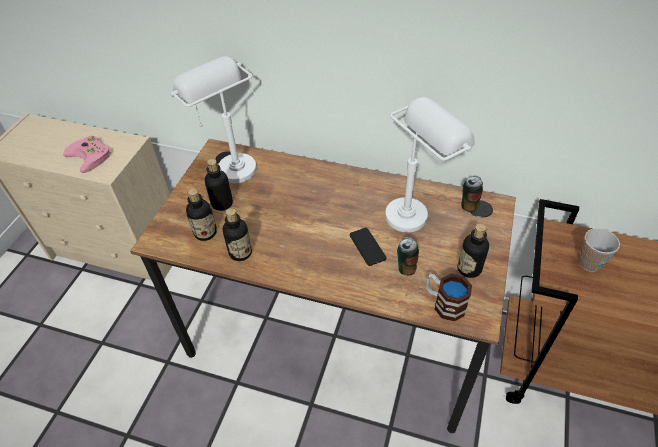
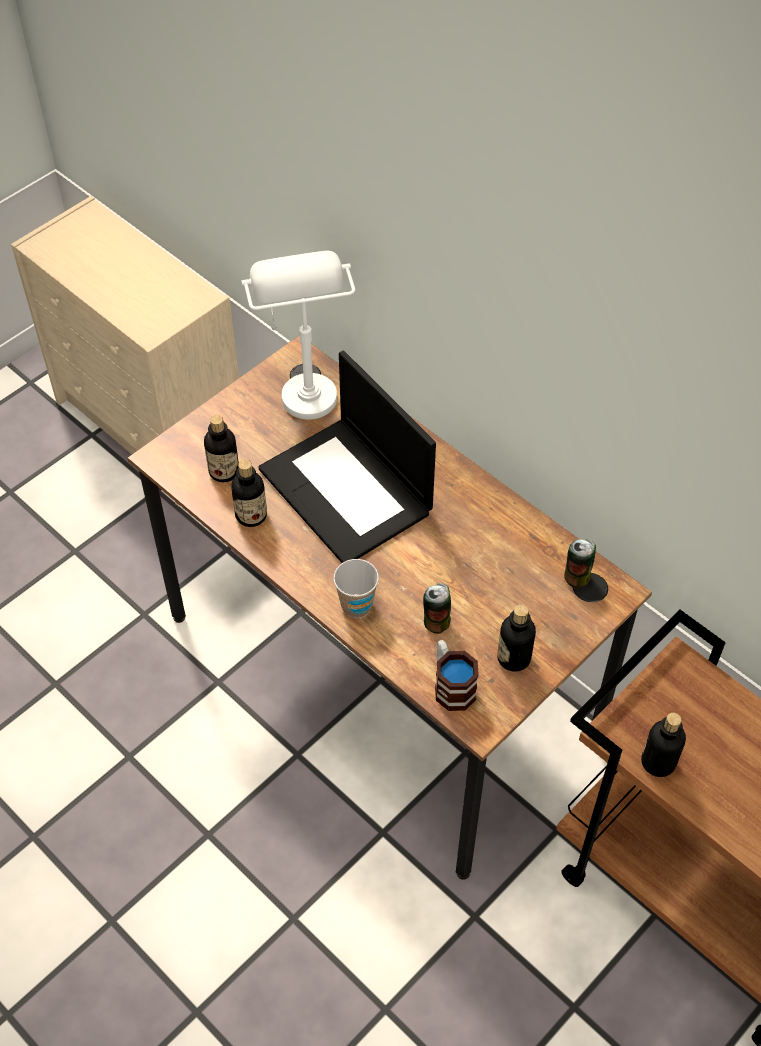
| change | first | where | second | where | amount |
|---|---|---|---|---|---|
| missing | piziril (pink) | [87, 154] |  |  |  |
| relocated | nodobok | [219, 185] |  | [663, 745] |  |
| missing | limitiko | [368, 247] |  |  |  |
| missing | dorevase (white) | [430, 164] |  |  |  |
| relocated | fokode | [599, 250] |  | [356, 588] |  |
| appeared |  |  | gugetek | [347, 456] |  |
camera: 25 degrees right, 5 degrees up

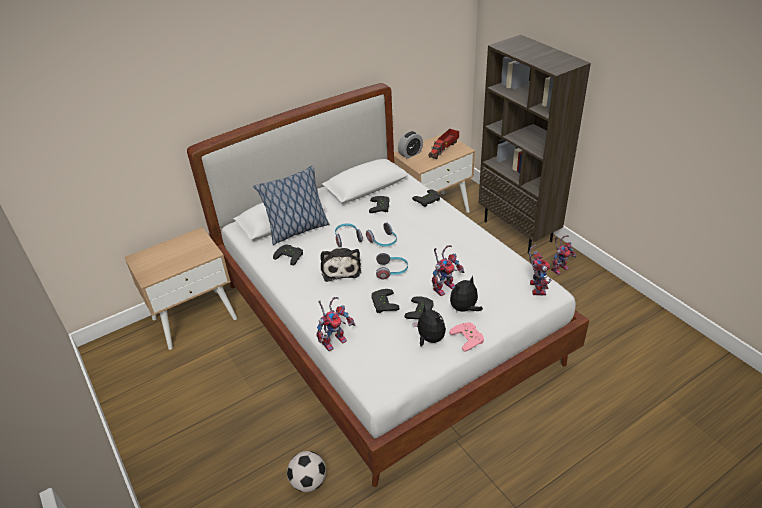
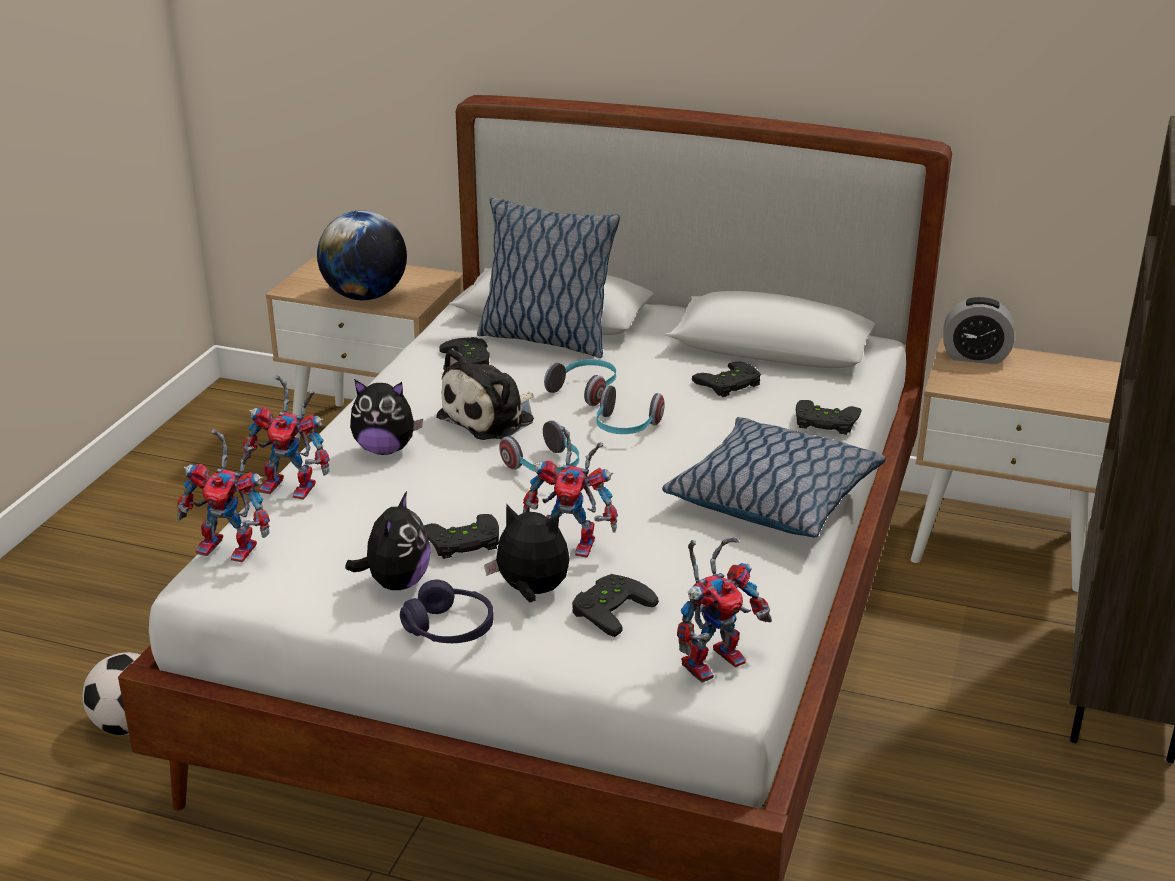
| change | first | where | second | where | amount |
|---|---|---|---|---|---|
| relocated | piziril (black) | [385, 301] |  | [615, 605] |  |
| missing | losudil | [443, 144] |  |  |  |
| exchanged | piziril (pink) | [466, 337] | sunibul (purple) | [447, 611] |  |
| relocated | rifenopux | [563, 255] |  | [223, 495] |  |
| appeared |  |  | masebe | [362, 255] |  |
| appeared |  |  | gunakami | [386, 417] |  |
| appeared |  |  | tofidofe | [774, 477] |  |
camera: 50 degrees right, 10 degrees down

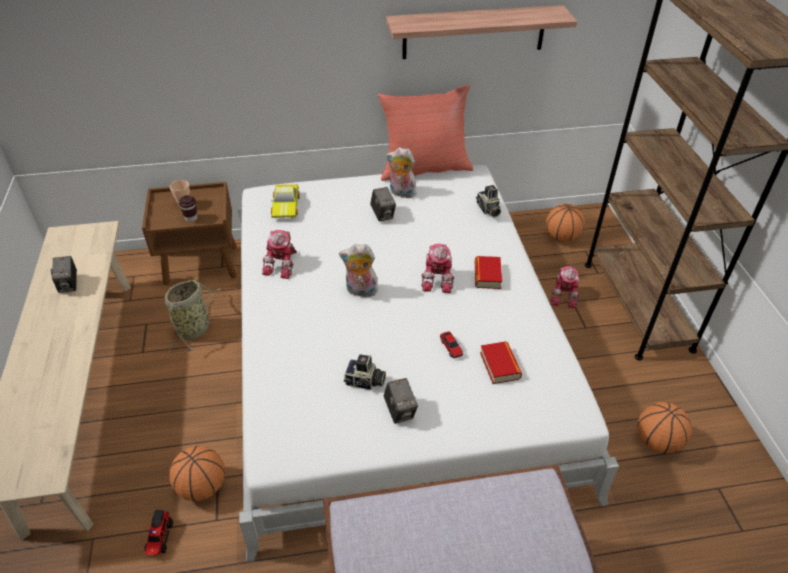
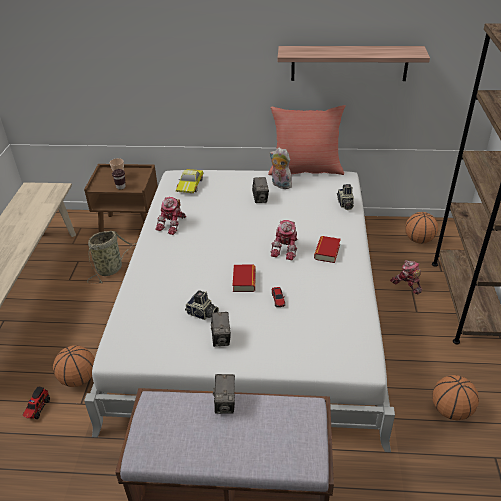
| change | first | where | second | where | amount |
|---|---|---|---|---|---|
| relocated | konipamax | [63, 274] |  | [224, 394] |  |
| missing | gunakami | [359, 270] |  |  |  |
| relocated | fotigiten | [501, 362] |  | [244, 278] |  |
| spun | rifenopux | [565, 287] |  | [406, 277] | 120 degrees clockwise |
camera: 15 degrees right, 5 degrees down

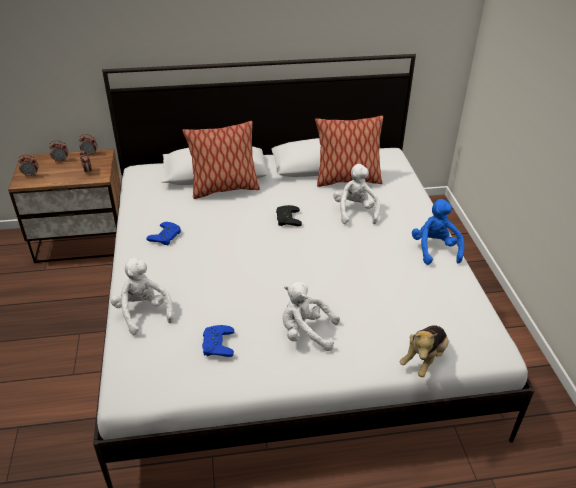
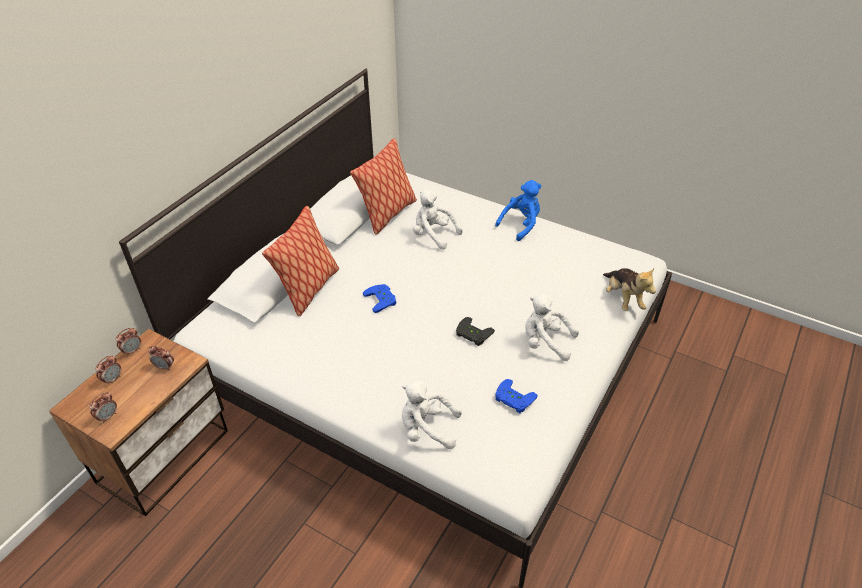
| change | first | where | second | where | amount |
|---|---|---|---|---|---|
| relocated | piziril (blue) | [163, 234] |  | [379, 298] |  |
| relocated | piziril (black) | [289, 215] |  | [475, 331] |  |
| spun | gunakami (white) | [311, 316] |  | [552, 327] | 60 degrees clockwise |
| spun | gunakami (blue) | [438, 232] |  | [518, 210] | 105 degrees clockwise |
camera: 50 degrees left, 5 degrees up

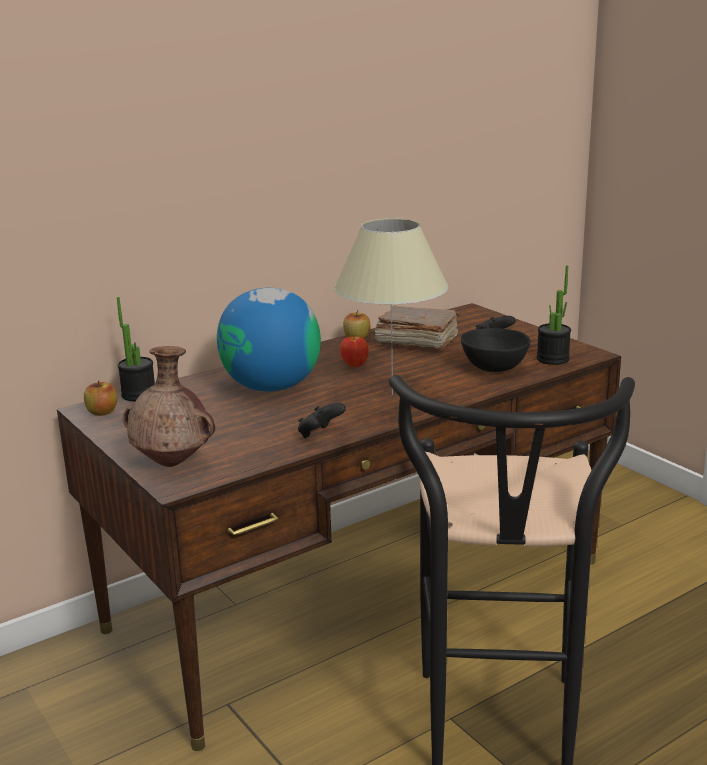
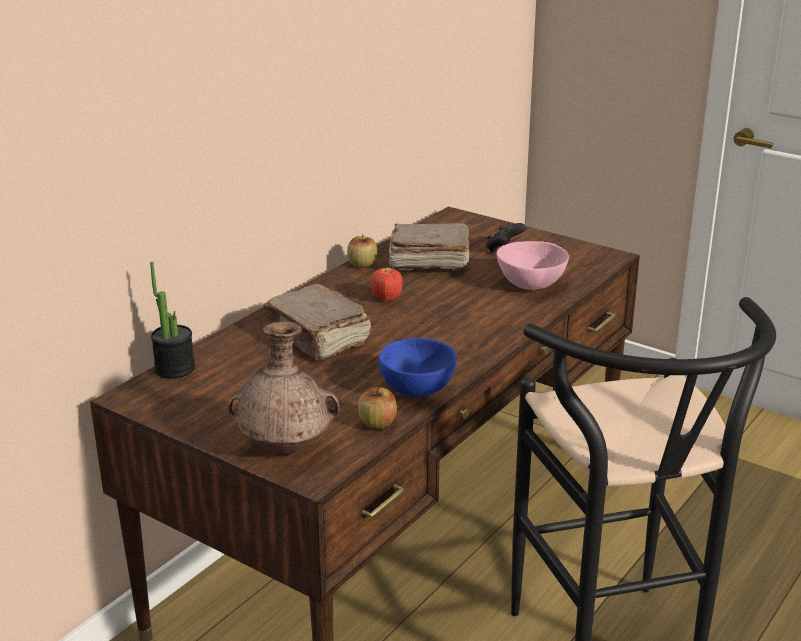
| change | first | where | second | where | amount |
|---|---|---|---|---|---|
| relocated | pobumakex | [100, 398] |  | [377, 408] |  |
| exchanged | masebe | [269, 339] | fotigiten (brown) | [317, 322] |  |
| exchanged | piziril (black) | [322, 420] | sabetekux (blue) | [418, 367] |  |
| missing | dorevase (beige) | [391, 306] |  |  |  |
| colour | sabetekux (black) | [496, 350] | sabetekux (pink) | [533, 265] |  |
| missing | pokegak | [553, 315] |  |  |  |
camera: 20 degrees left, 5 degrees up

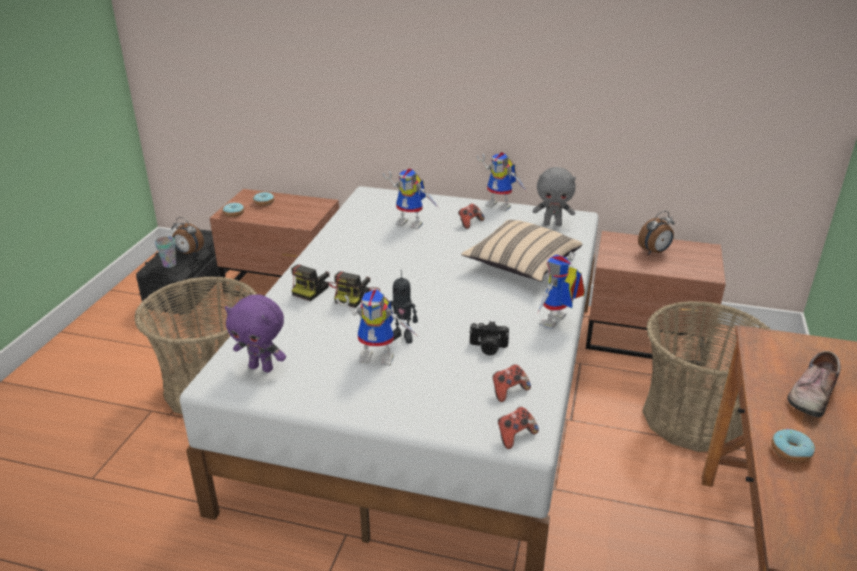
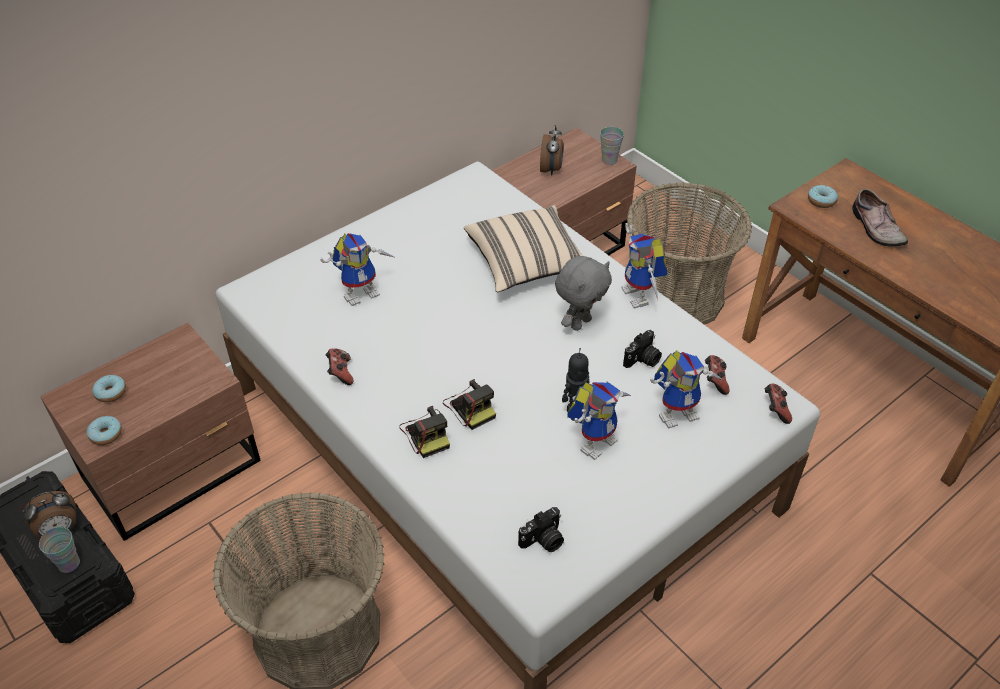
| change | first | where | second | where | amount |
|---|---|---|---|---|---|
| exchanged | gunakami (purple) | [255, 333] | konipamax | [541, 529] |  |
| relocated | piziril | [471, 216] |  | [339, 366] |  |
| relocated | rifenopux | [502, 181] |  | [687, 389] |  |
| relocated | gunakami (grey) | [554, 196] |  | [583, 293] |  |
| relocated | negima | [793, 445] |  | [823, 196] |  |
| appeared |  |  | fokode | [612, 146] |  |
camera: 55 degrees left, 15 degrees up

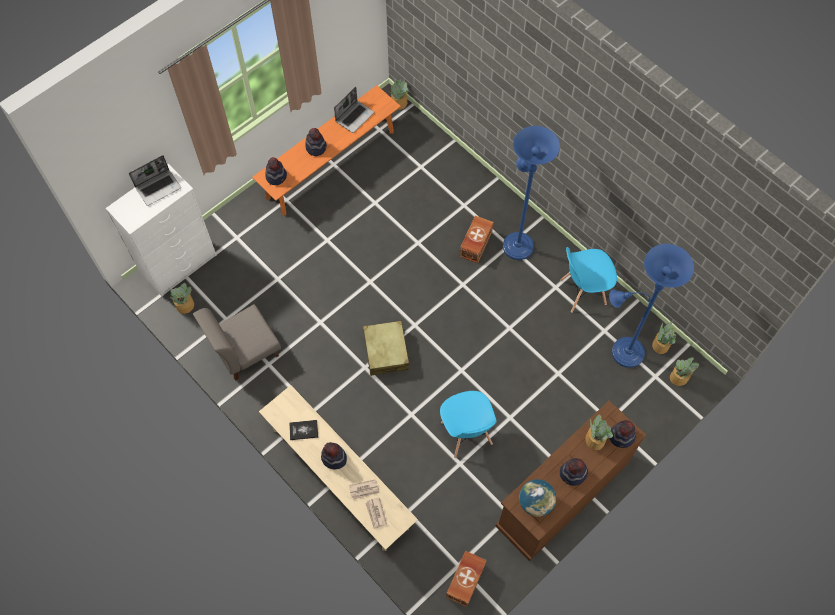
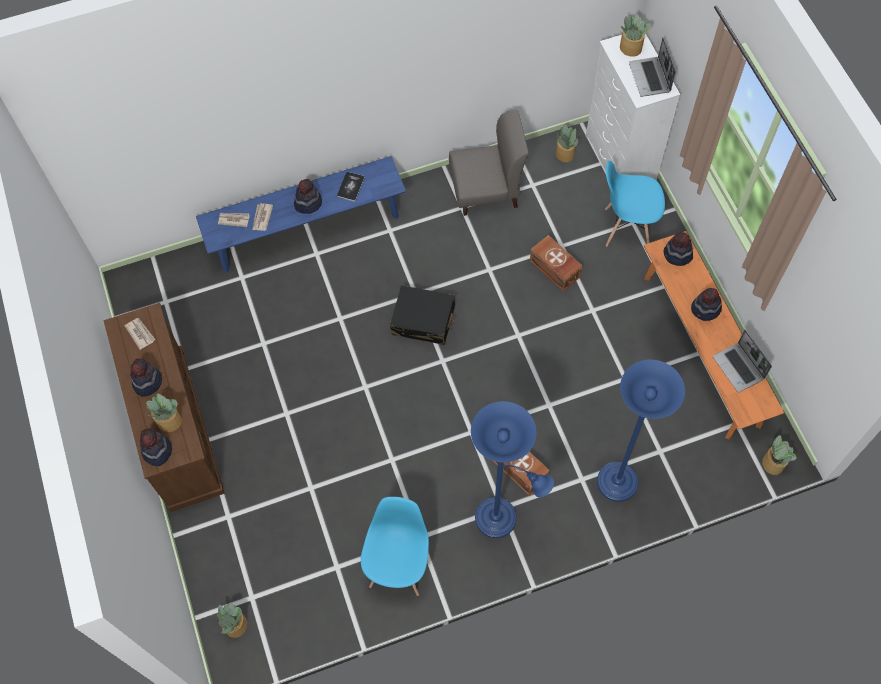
| change | first | where | second | where | amount |
|---|---|---|---|---|---|
| spun | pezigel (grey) | [237, 342] |  | [489, 163] | 90 degrees clockwise |
| colour | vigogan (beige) | [338, 468] | vigogan (blue) | [301, 214] |  |
| colour | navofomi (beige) | [386, 348] | navofomi (black) | [422, 315] |  |
| relocated | pezigel (blue) | [468, 424] |  | [635, 203] |  |
| relocated | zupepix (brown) | [466, 578] |  | [556, 263] |  |
| exchanged | masebe | [537, 498] | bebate | [139, 334] |  |
| relocated | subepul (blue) | [651, 306] |  | [641, 430] |  |
| relocated | pokegak | [664, 338] |  | [635, 35] |  |
camera: 115 degrees right, 0 degrees up

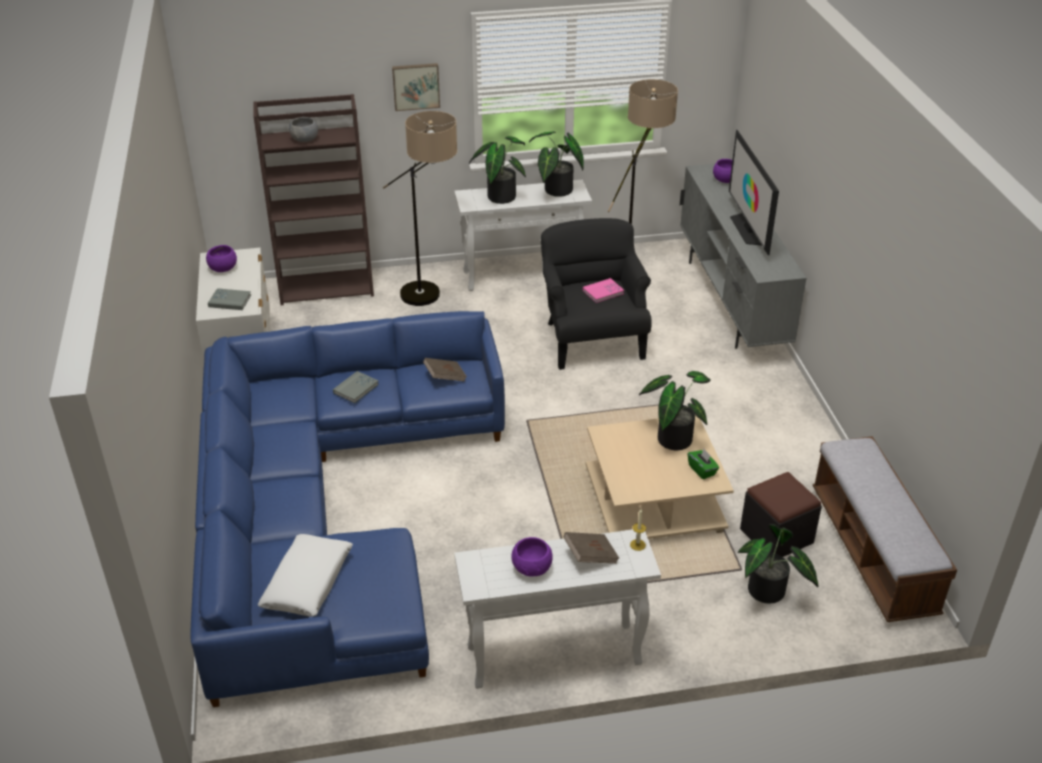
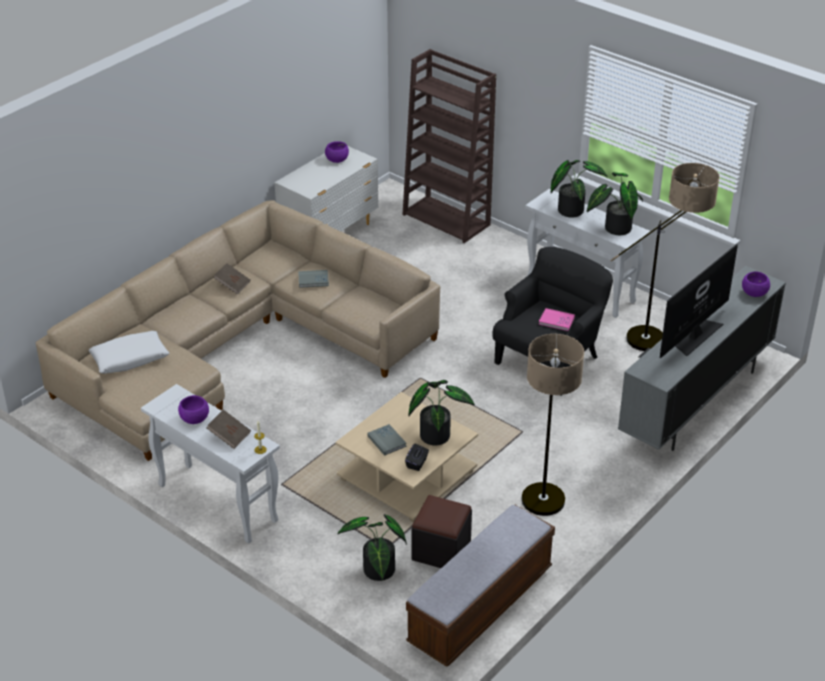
| change | first | where | second | where | amount |
|---|---|---|---|---|---|
| colour | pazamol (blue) | [347, 509] | pazamol (beige) | [238, 330] |  |
| relocated | fotigiten (grey) | [229, 299] |  | [387, 440] |  |
| missing | sabetekux (grey) | [303, 129] |  |  |  |
| relocated | subepul | [420, 208] |  | [553, 425] |  |
| missing | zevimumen | [416, 87] |  |  |  |
| relocated | fotigiten (brown) | [445, 370] |  | [232, 278] |  |
| colour | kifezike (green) | [703, 464] | kifezike (black) | [417, 457] |  |
camera: 50 degrees right, 0 degrees up

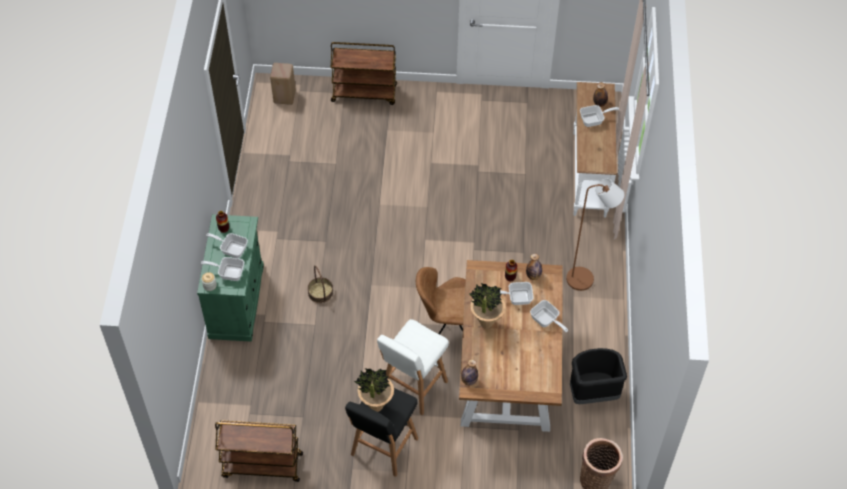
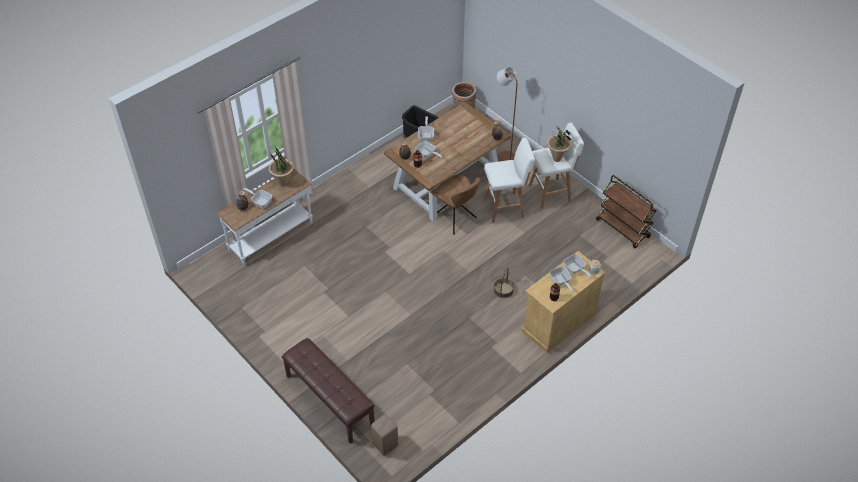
| change | first | where | second | where | amount |
|---|---|---|---|---|---|
| colour | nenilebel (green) | [230, 278] | nenilebel (beige) | [564, 302] |  |
| exchanged | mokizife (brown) | [364, 73] | vigogan (brown) | [328, 391] |  |
| colour | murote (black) | [381, 432] | murote (white) | [556, 166] |  |
| relocated | pokegak | [487, 306] |  | [281, 167] |  |
| relocated | subepul (brown) | [595, 235] |  | [507, 114] |  |
camera: 135 degrees left, 5 degrees down

